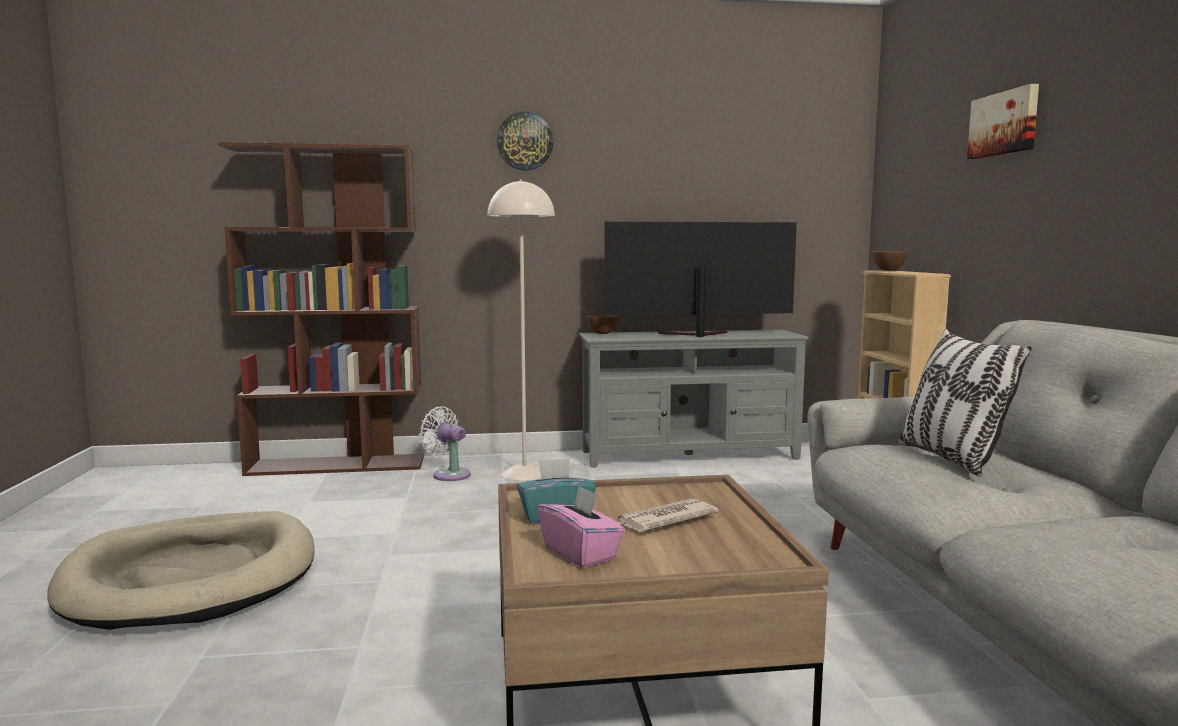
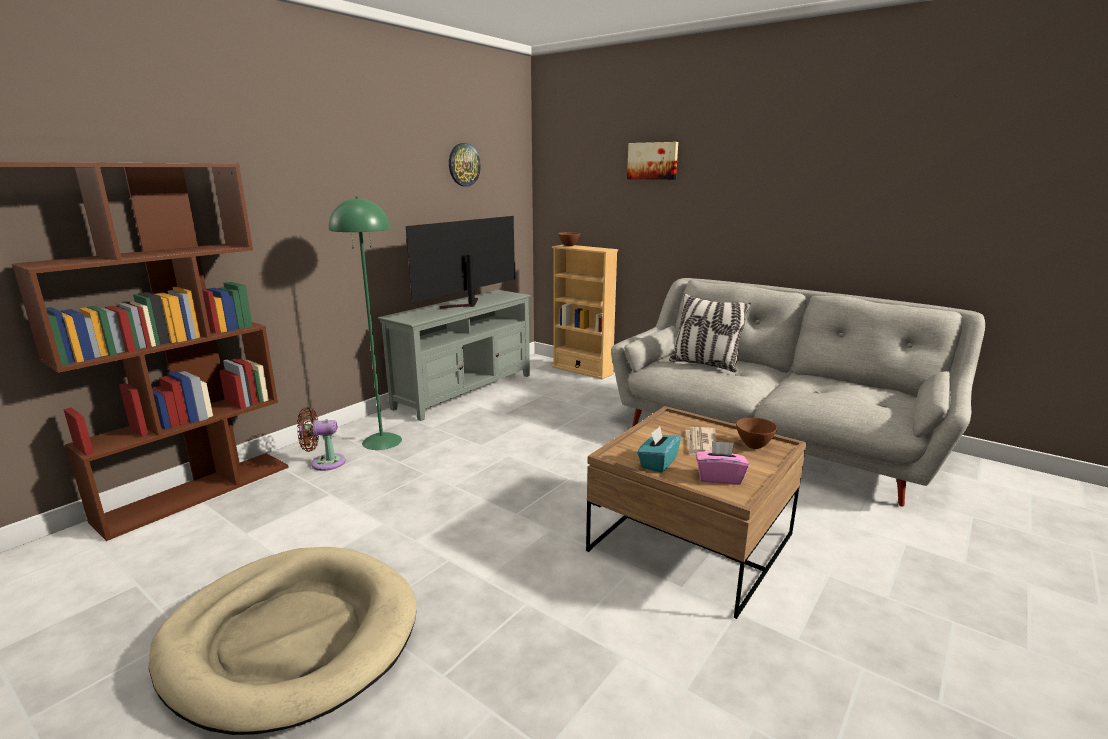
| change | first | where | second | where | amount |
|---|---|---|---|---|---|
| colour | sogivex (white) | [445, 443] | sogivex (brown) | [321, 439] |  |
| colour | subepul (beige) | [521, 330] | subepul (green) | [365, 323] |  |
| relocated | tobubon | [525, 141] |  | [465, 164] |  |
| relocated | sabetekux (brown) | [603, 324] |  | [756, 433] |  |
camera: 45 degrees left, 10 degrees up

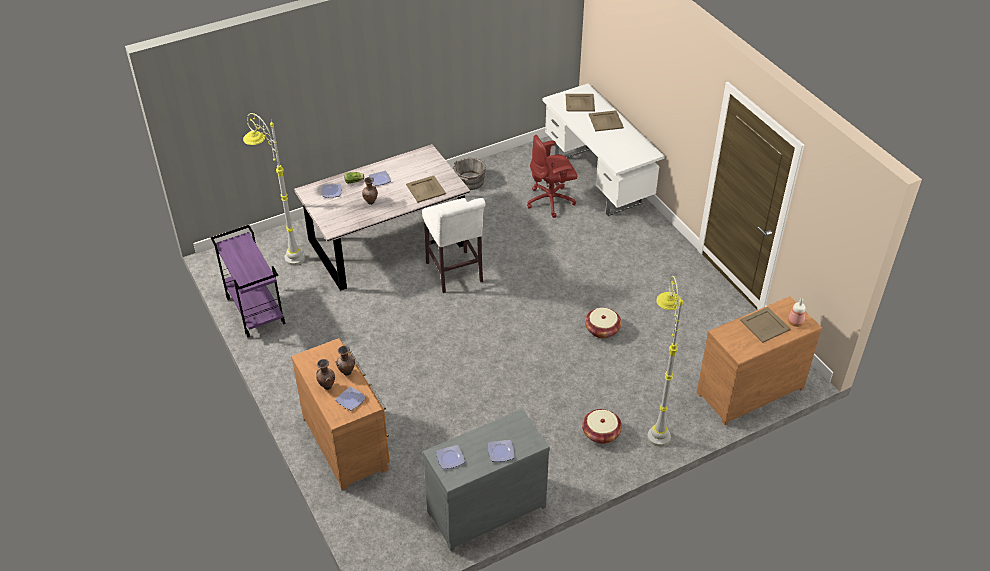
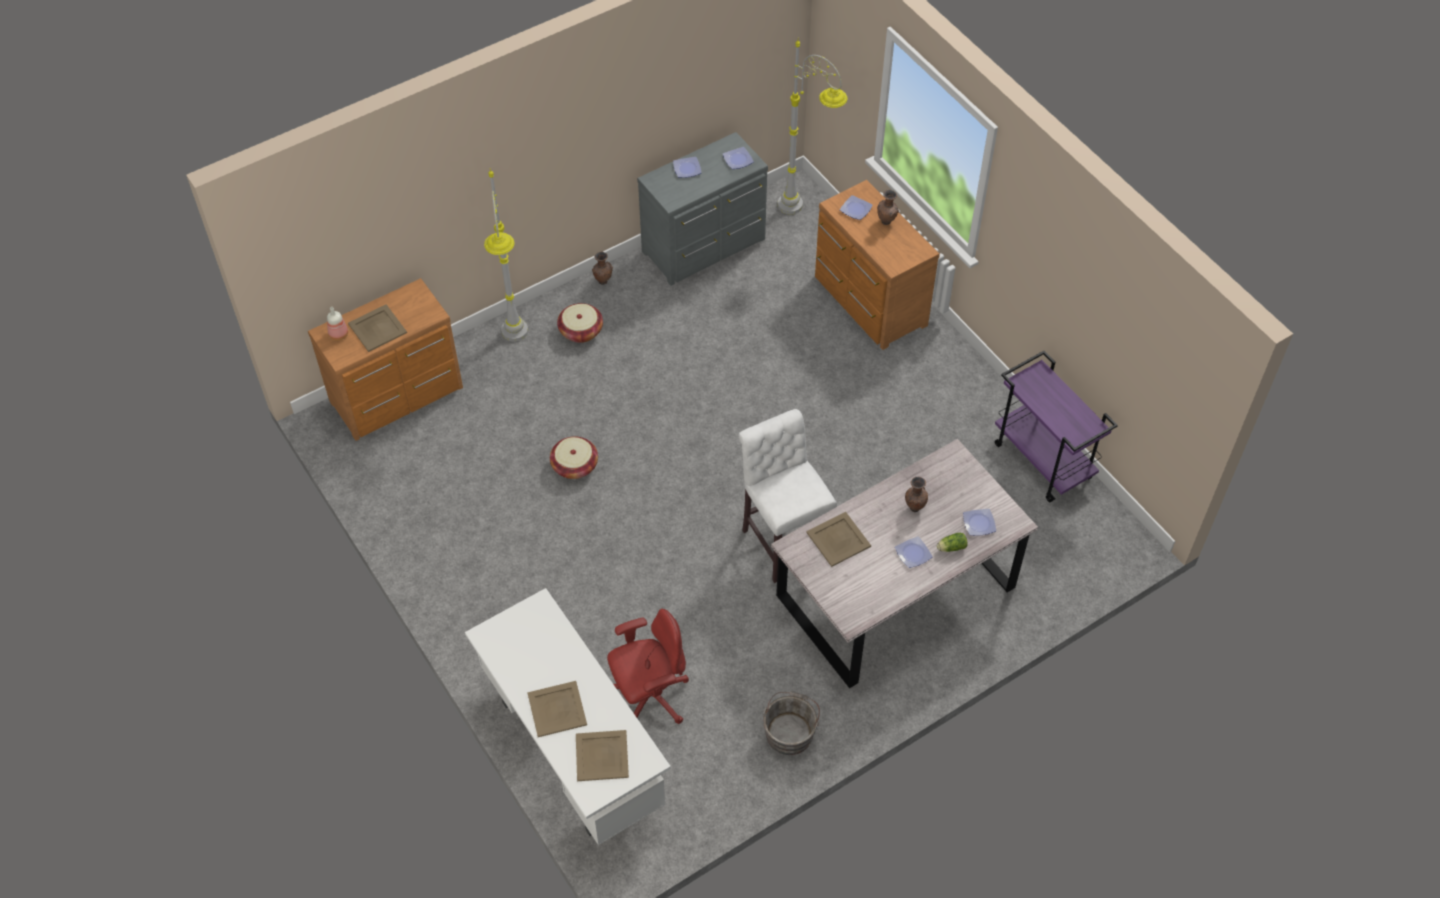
| change | first | where | second | where | amount |
|---|---|---|---|---|---|
| relocated | subepul (grey) | [274, 189] |  | [812, 127] |  |
| relocated | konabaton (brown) | [345, 361] |  | [602, 268] |  |
camera: 175 degrees right, 10 degrees up

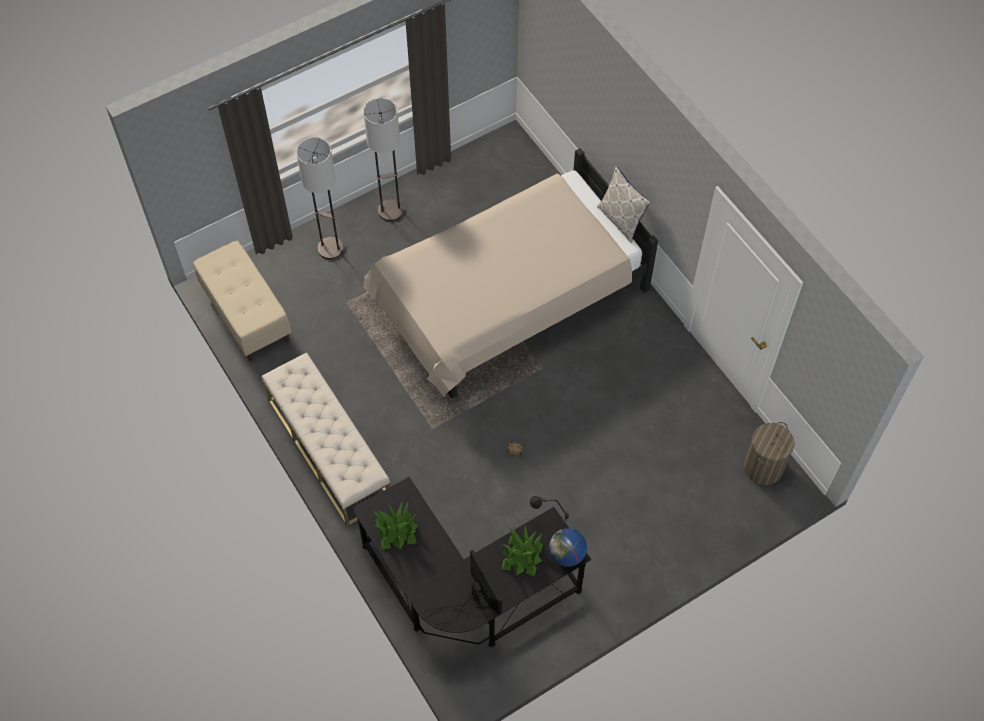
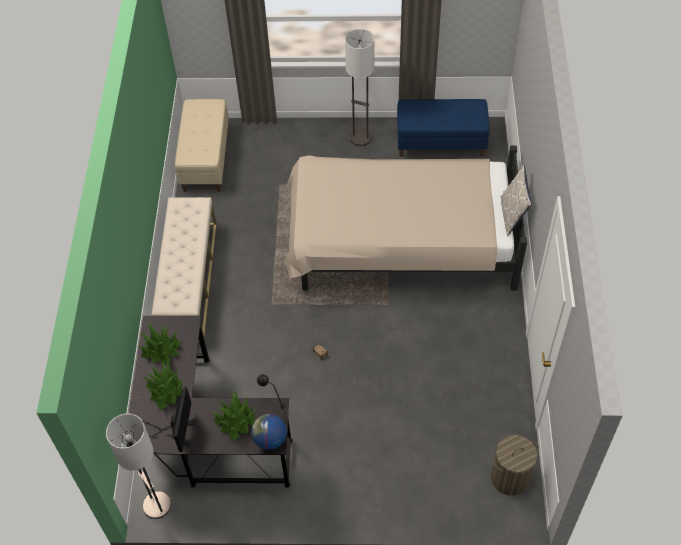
| change | first | where | second | where | amount |
|---|---|---|---|---|---|
| relocated | subepul | [320, 198] |  | [138, 466] |  |
| appeared |  |  | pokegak | [162, 386] |  |
| appeared |  |  | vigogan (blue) | [443, 128] |  |
camera: 35 degrees right, 5 degrees down

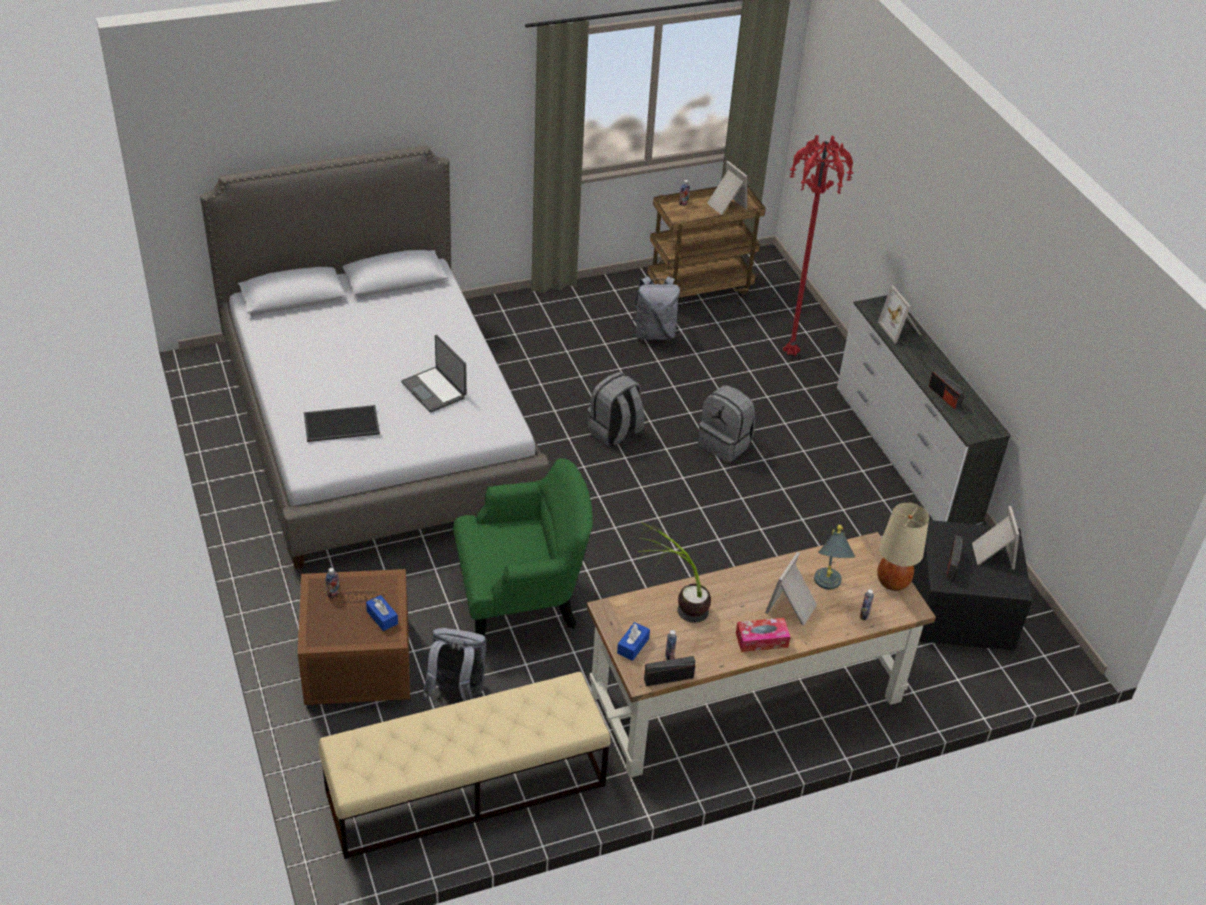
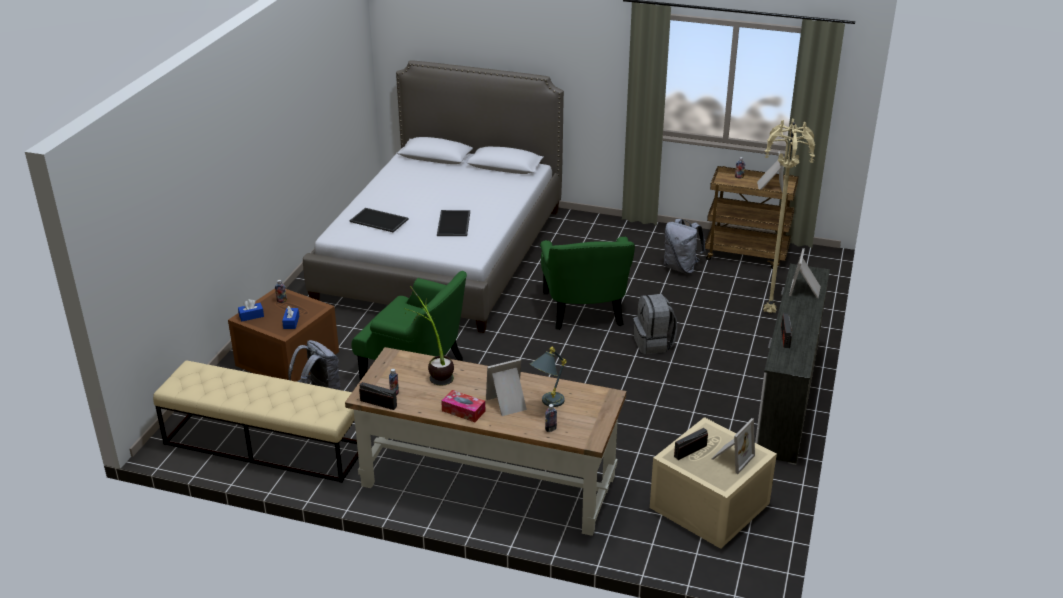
| change | first | where | second | where | amount |
|---|---|---|---|---|---|
| exchanged | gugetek | [434, 374] | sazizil | [453, 223] |  |
| exchanged | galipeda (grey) | [616, 409] | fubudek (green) | [587, 283] |  |
| relocated | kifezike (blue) | [633, 641] |  | [251, 310] |  |
| colour | subepul (red) | [818, 245] | subepul (beige) | [789, 216] |  |
| missing | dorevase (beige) | [903, 546] |  |  |  |
| colour | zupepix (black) | [972, 585] | zupepix (beige) | [713, 483] |  |
camera: 40 degrees right, 10 degrees down

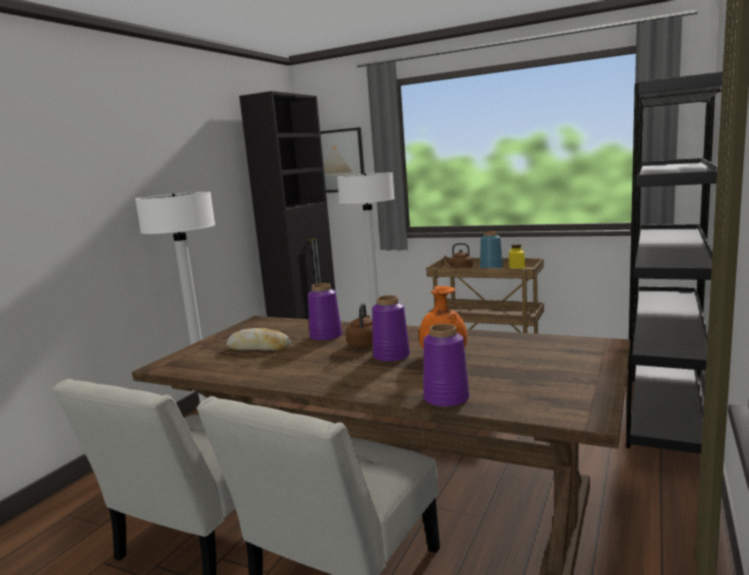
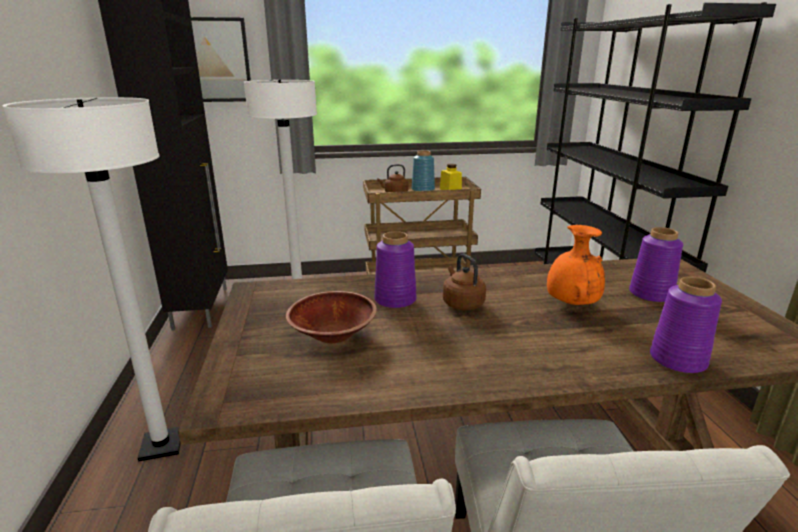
| change | first | where | second | where | amount |
|---|---|---|---|---|---|
| exchanged | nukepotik | [259, 339] | sabetekux (brown) | [331, 317] |  |
| relocated | konabaton (purple) | [391, 328] |  | [656, 265] |  |
camera: 35 degrees left, 10 degrees up

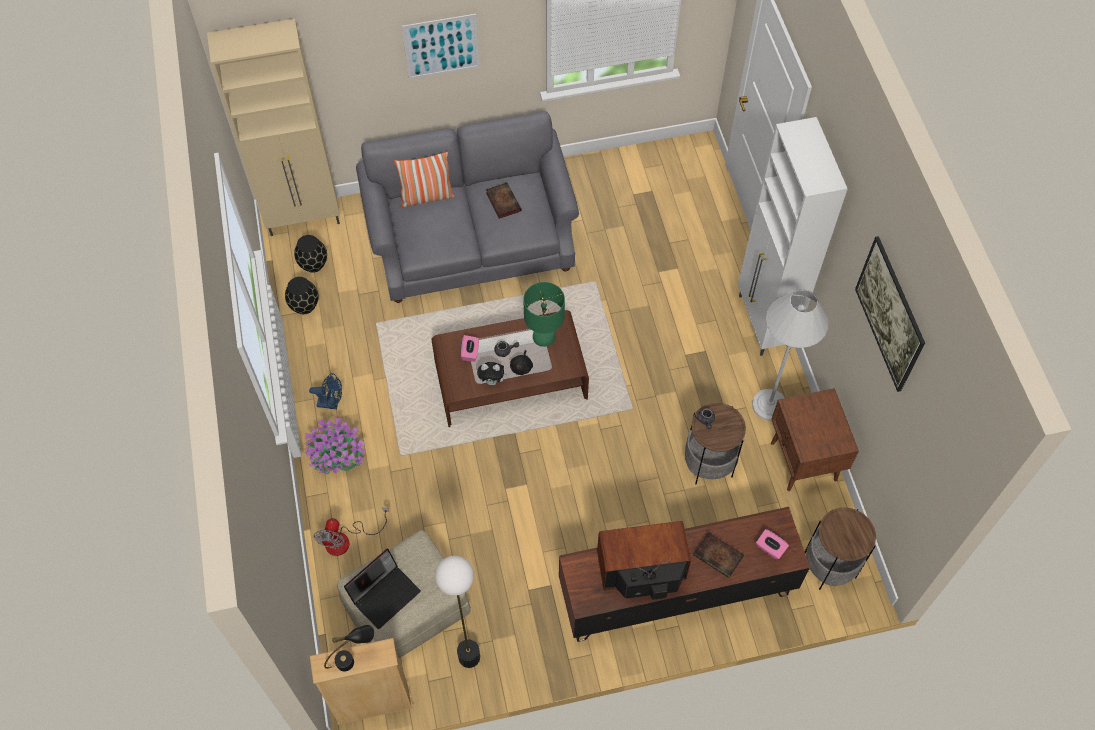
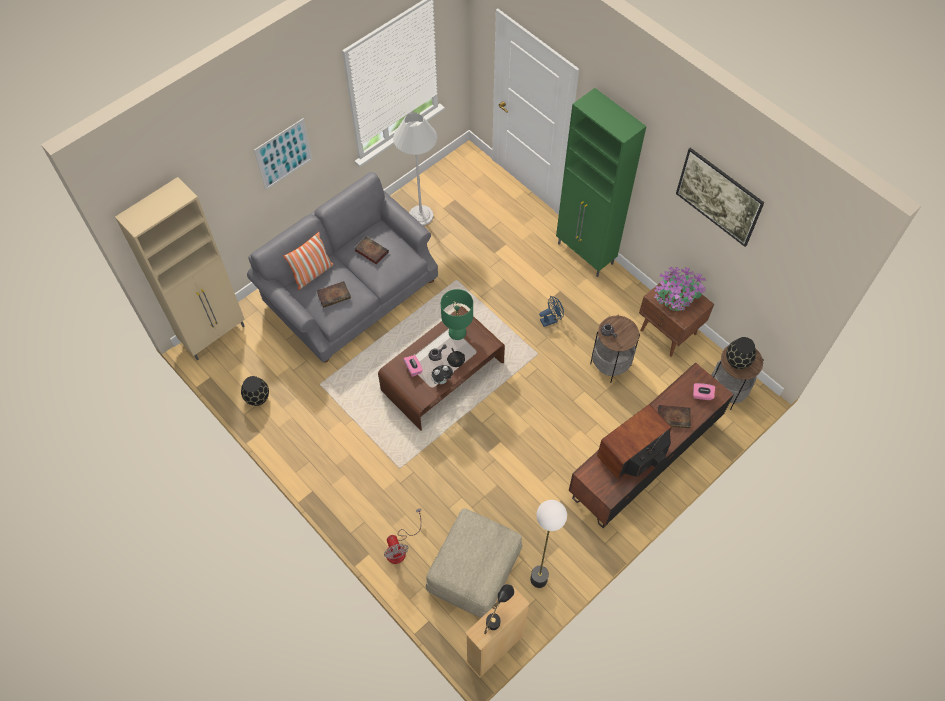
| change | first | where | second | where | amount |
|---|---|---|---|---|---|
| relocated | konabaton (black) | [310, 254] |  | [741, 353] |  |
| relocated | pokegak | [335, 446] |  | [680, 288] |  |
| relocated | sogivex (blue) | [325, 391] |  | [551, 311] |  |
| missing | gugetek | [382, 589] |  |  |  |
| colour | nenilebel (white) | [792, 236] | nenilebel (green) | [601, 182] |  |
| relocated | subepul (white) | [790, 355] |  | [415, 169] |  |
| appeared |  |  | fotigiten | [334, 294] |  |
camera: 30 degrees left, 0 degrees up

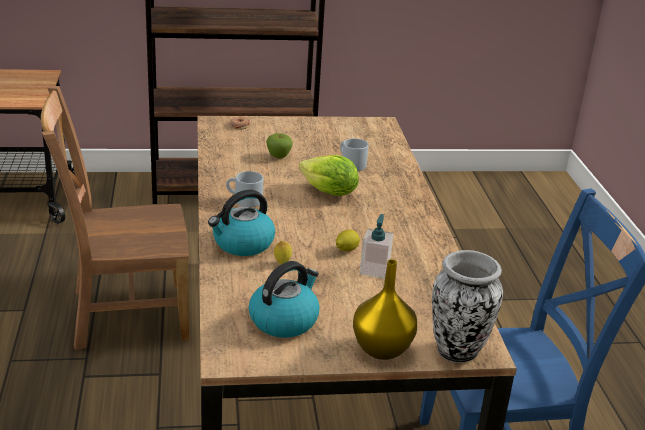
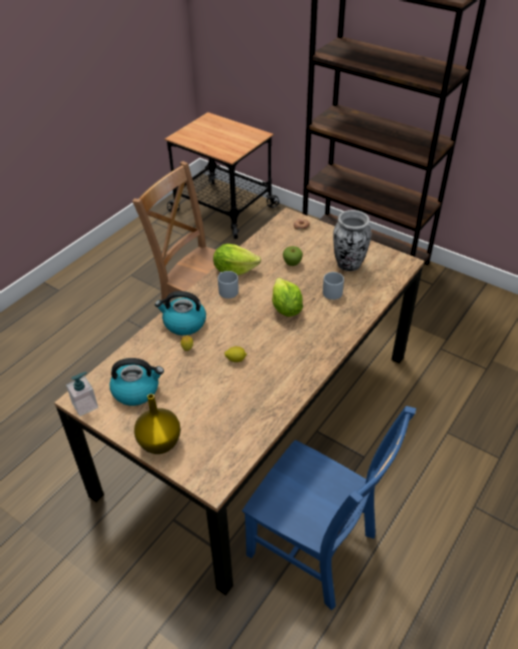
| change | first | where | second | where | amount |
|---|---|---|---|---|---|
| relocated | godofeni | [376, 246] |  | [82, 394] |  |
| relocated | konabaton | [467, 306] |  | [352, 240] |  |
| appeared |  |  | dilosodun | [237, 259] |  |
camera: 45 degrees right, 15 degrees up

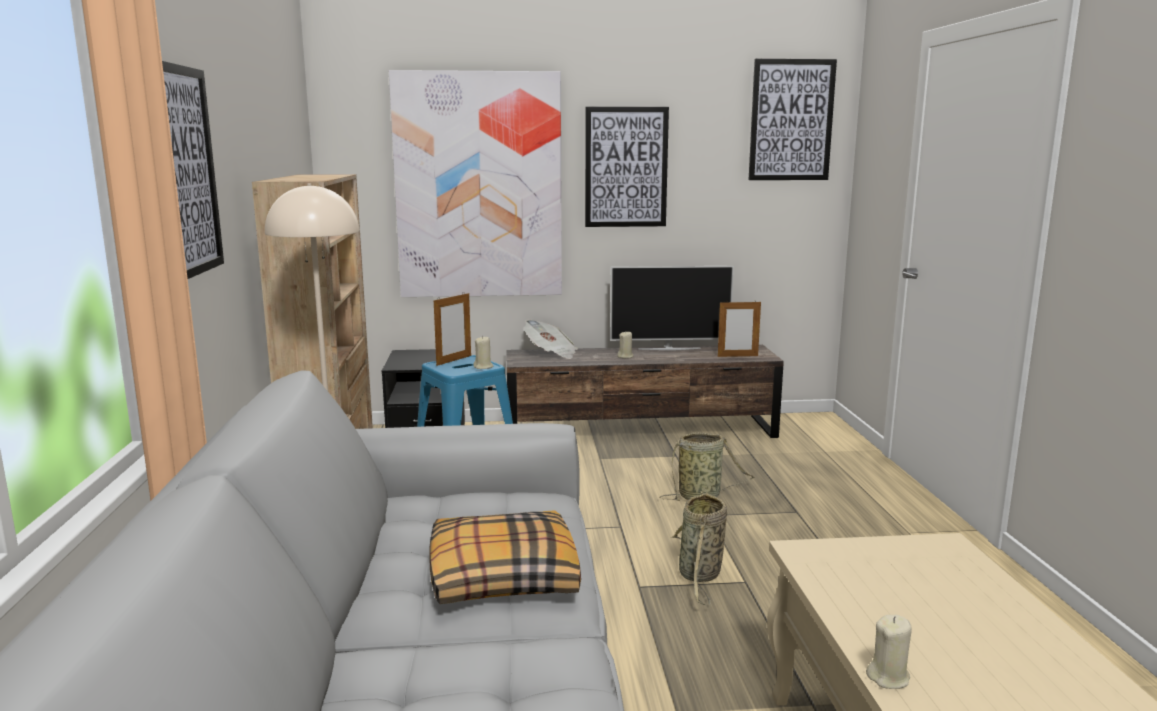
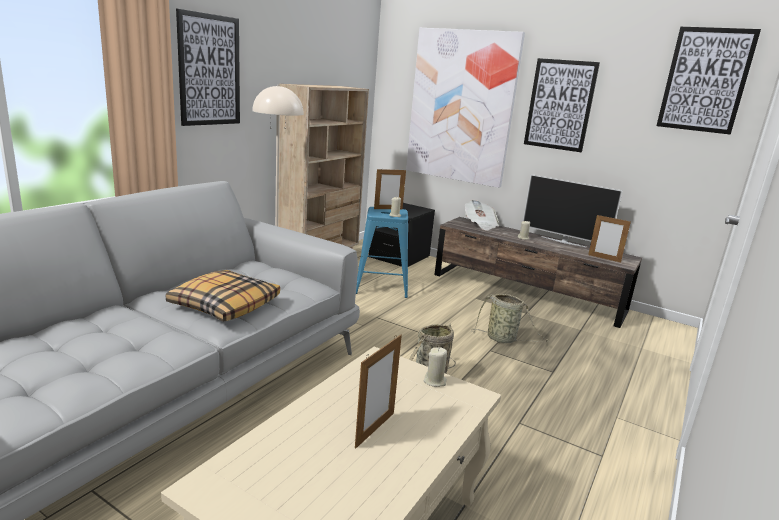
| change | first | where | second | where | amount |
|---|---|---|---|---|---|
| relocated | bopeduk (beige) | [889, 652] |  | [435, 367] |  |
| appeared |  |  | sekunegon | [378, 392] |  |
camera: 35 degrees right, 5 degrees up

